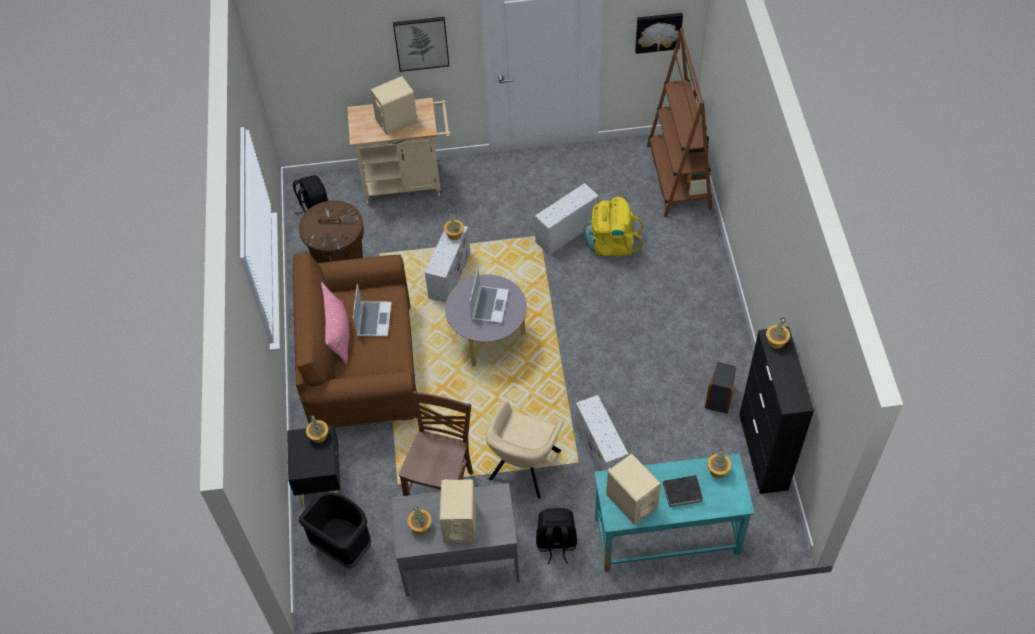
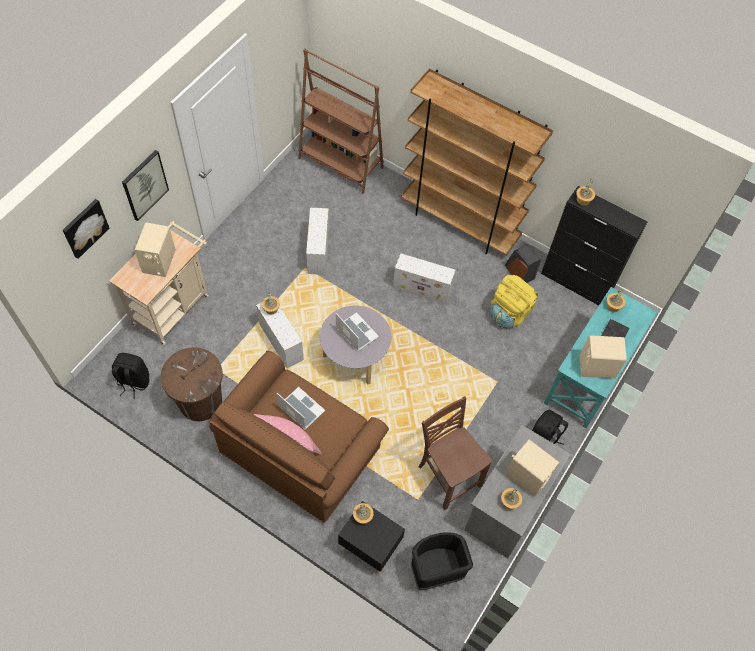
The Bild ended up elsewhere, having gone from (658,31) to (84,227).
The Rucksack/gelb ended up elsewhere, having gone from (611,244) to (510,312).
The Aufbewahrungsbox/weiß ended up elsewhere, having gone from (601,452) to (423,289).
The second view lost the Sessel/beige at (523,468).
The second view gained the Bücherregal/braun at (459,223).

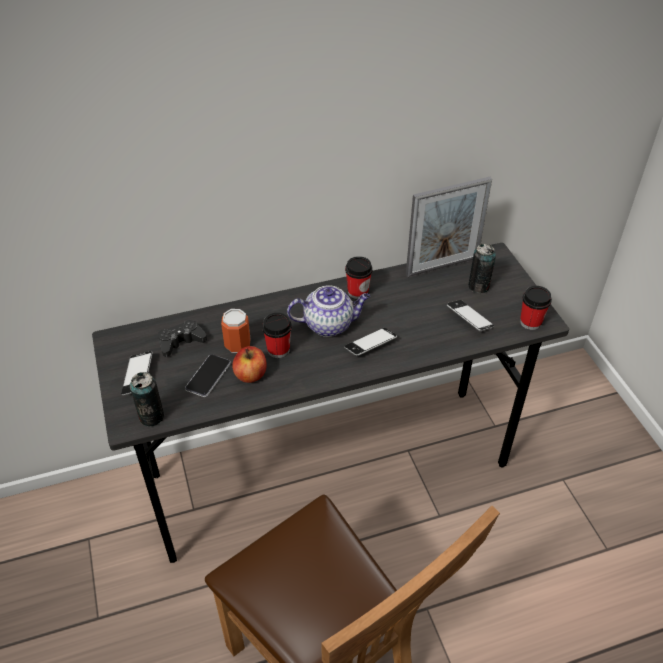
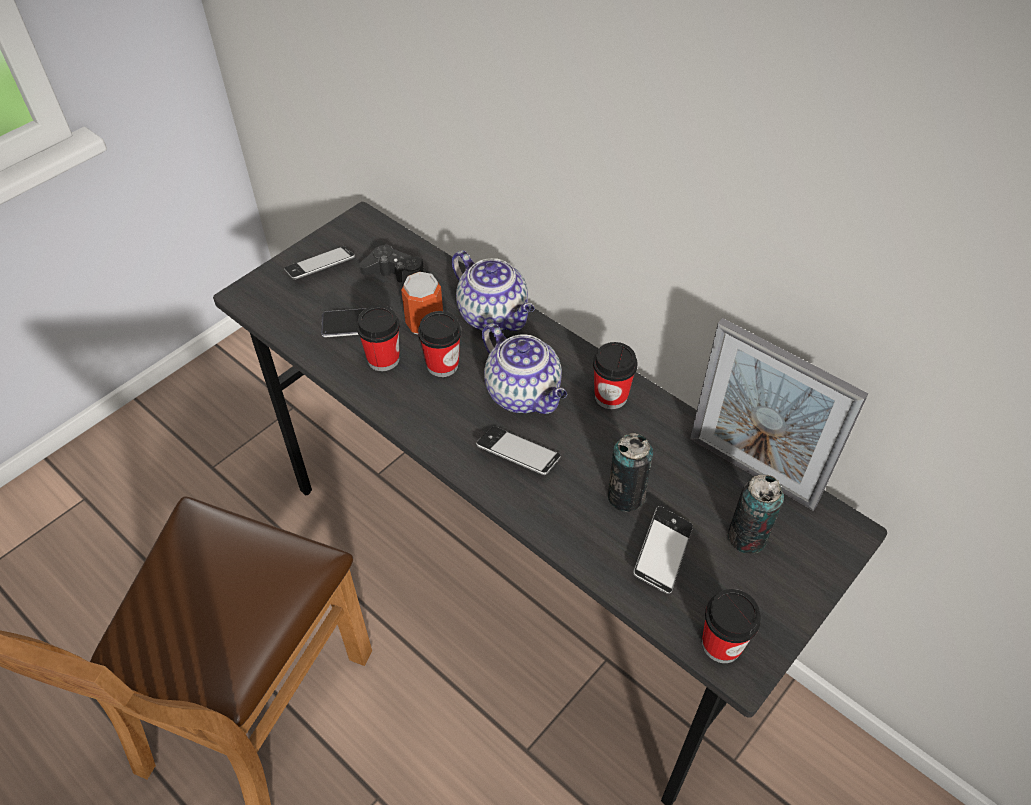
Where the Apfel stood at (251,375), the Tasse came to stand at (383,359).
The Dose ended up elsewhere, having gone from (151,416) to (626,496).
The second view gained the Teekanne at (494,316).

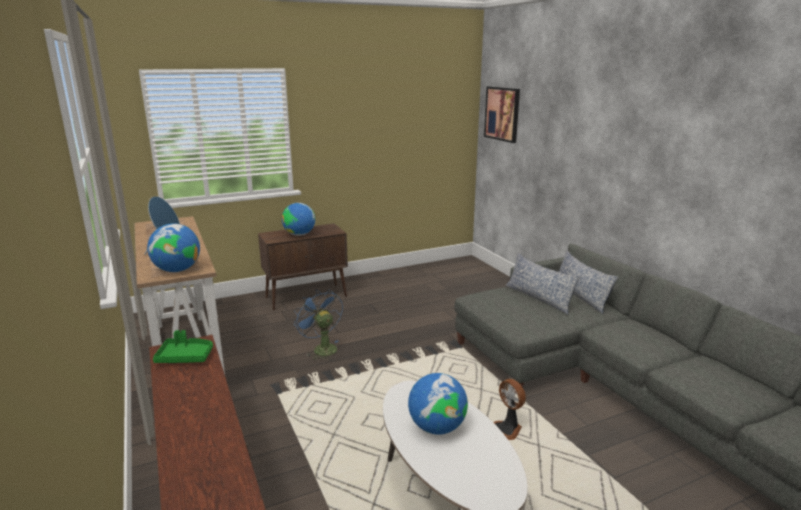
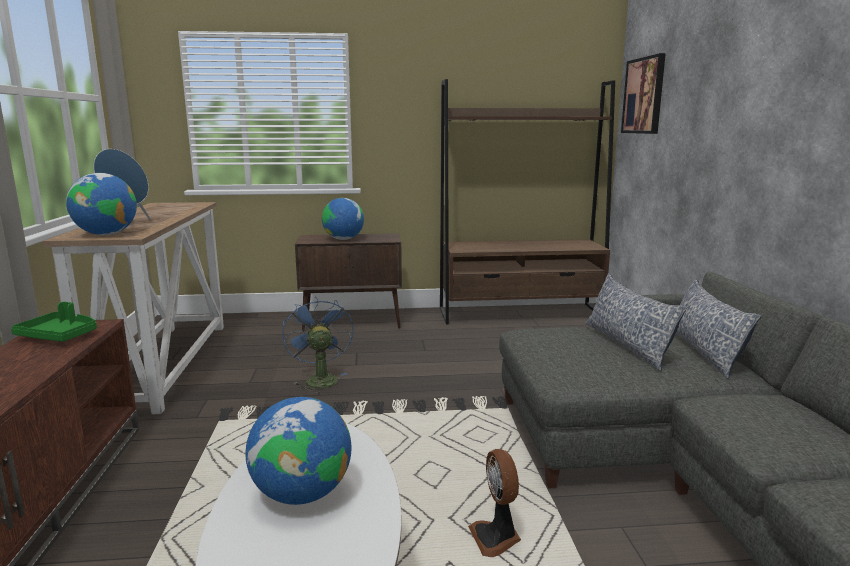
The second view gained the Bücherregal/braun at (521,314).

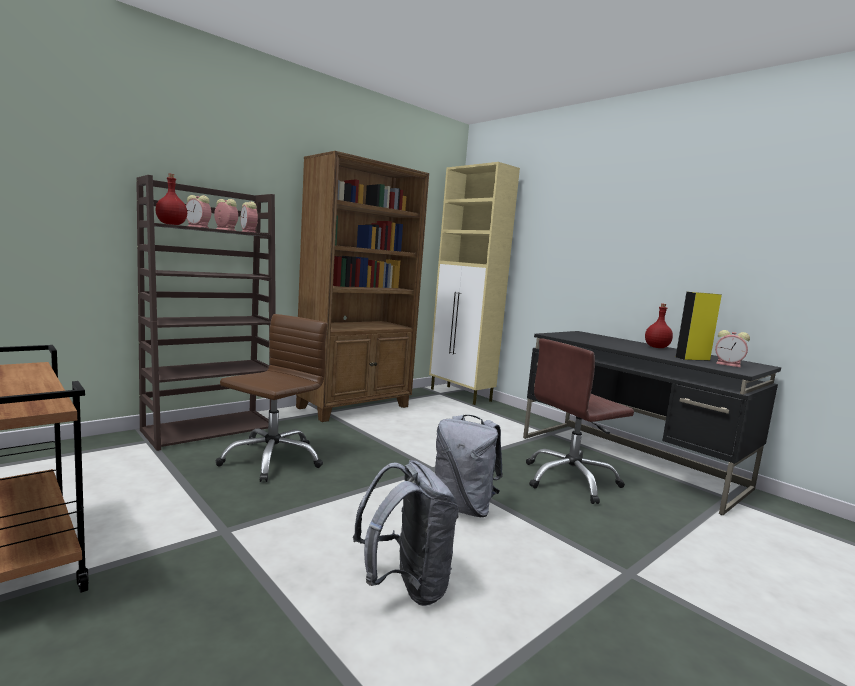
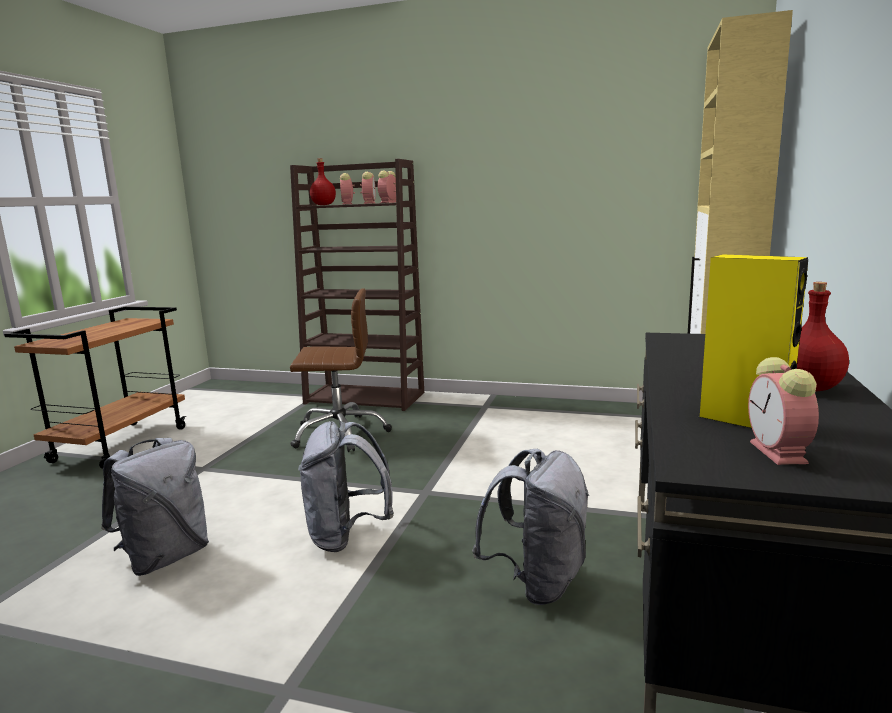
The second view lost the Bücherregal/braun at (355,407).
Where the Bürostuhl/braun stood at (570,480), the Rucksack/grau came to stand at (537,582).

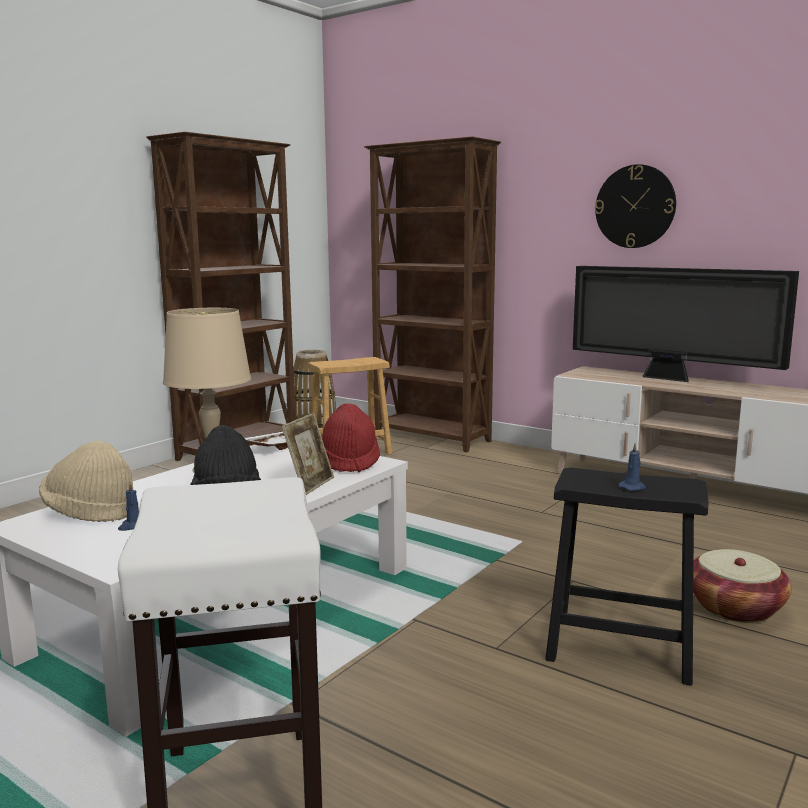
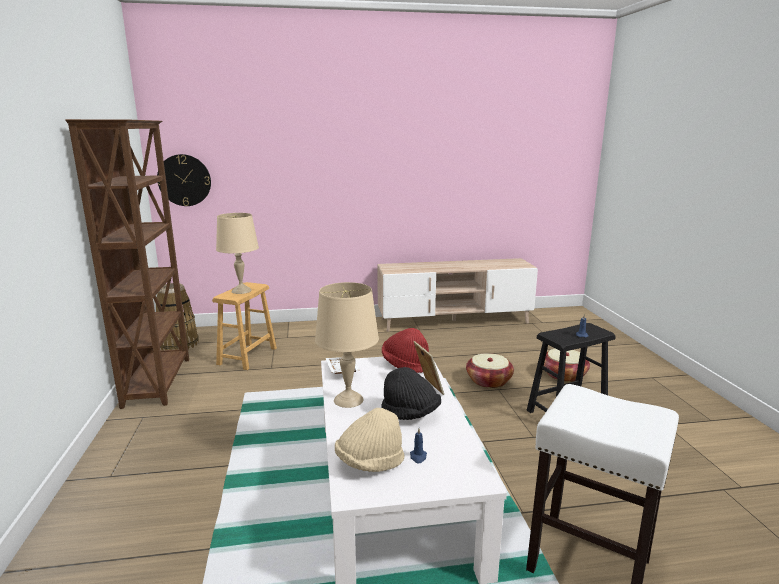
The second view lost the Bücherregal/braun at (432,438).
The Wanduhr ended up elsewhere, having gone from (635,206) to (184,180).
The second view lost the Fernseher at (670,379).
The second view gained the Tischlampe/beige at (241,290).
The second view gained the Korb at (489,381).

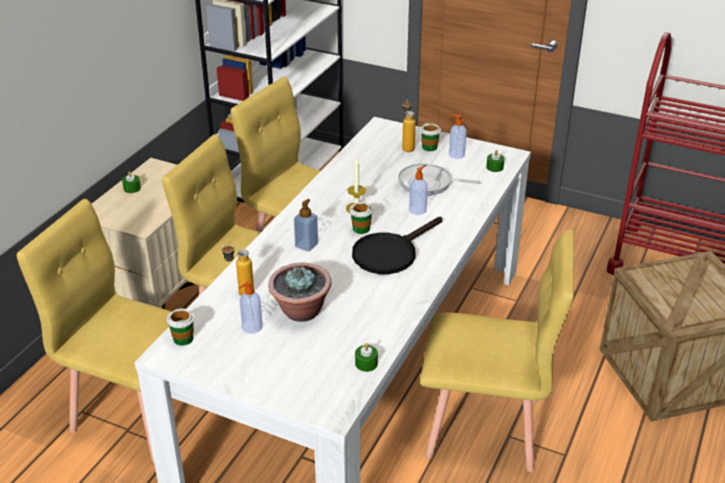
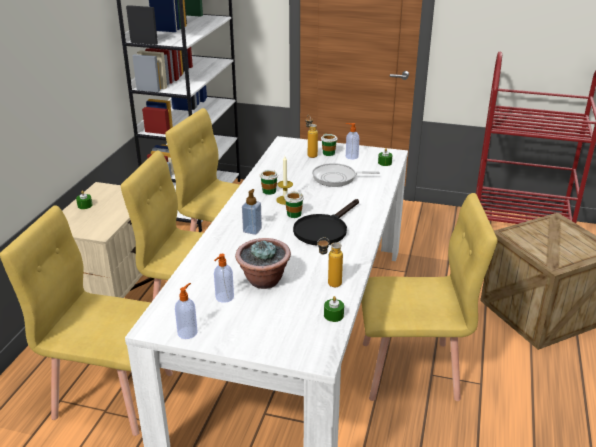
The Seifenspender ended up elsewhere, having gone from (418,210) to (188,332).
The Flasche ended up elsewhere, having gone from (240,293) to (329,284).
The Tasse ended up elsewhere, having gone from (183,339) to (269,191).

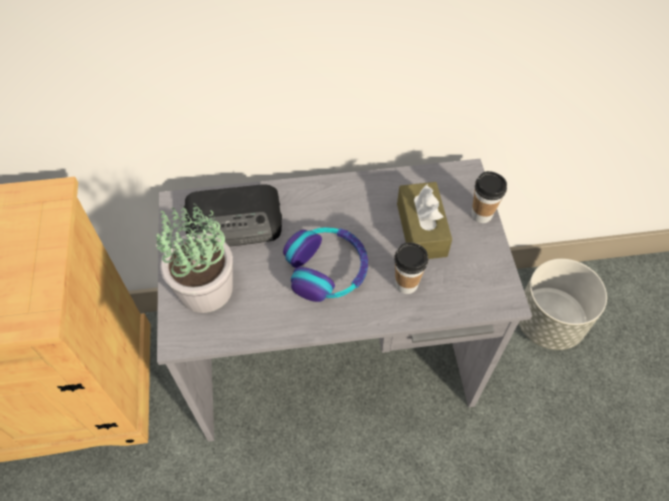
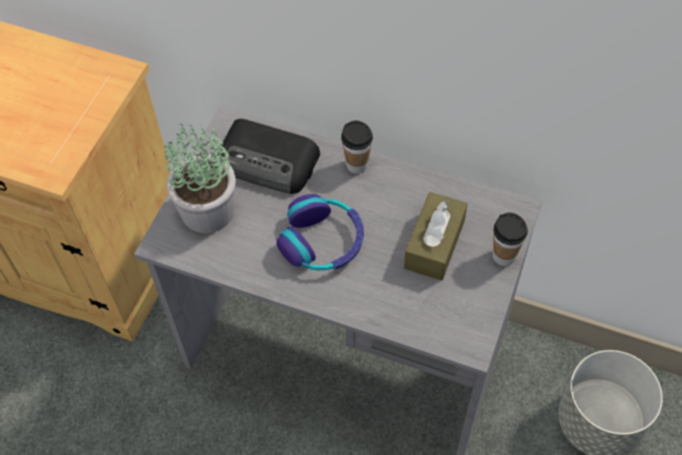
The Tasse ended up elsewhere, having gone from (406,284) to (357,165).

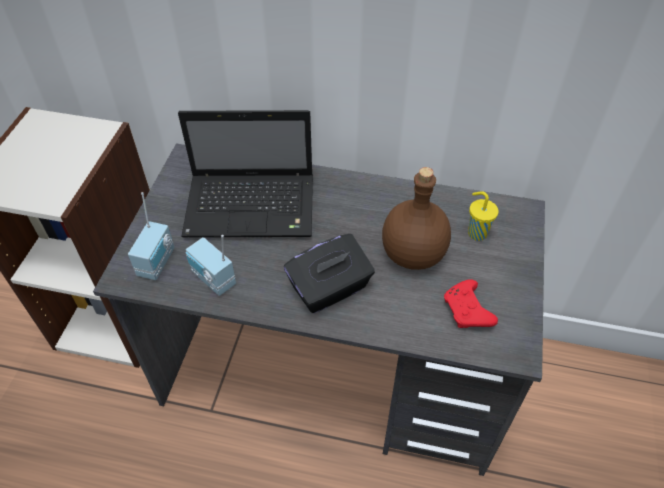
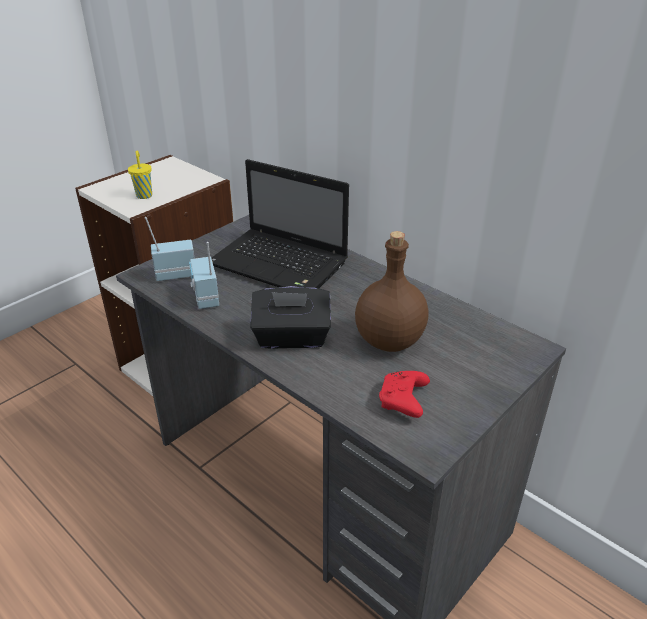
The Tasse/gelb ended up elsewhere, having gone from (476,233) to (144,195).
The Radio at (158,263) ended up facing another way, 150 degrees counterclockwise from before.

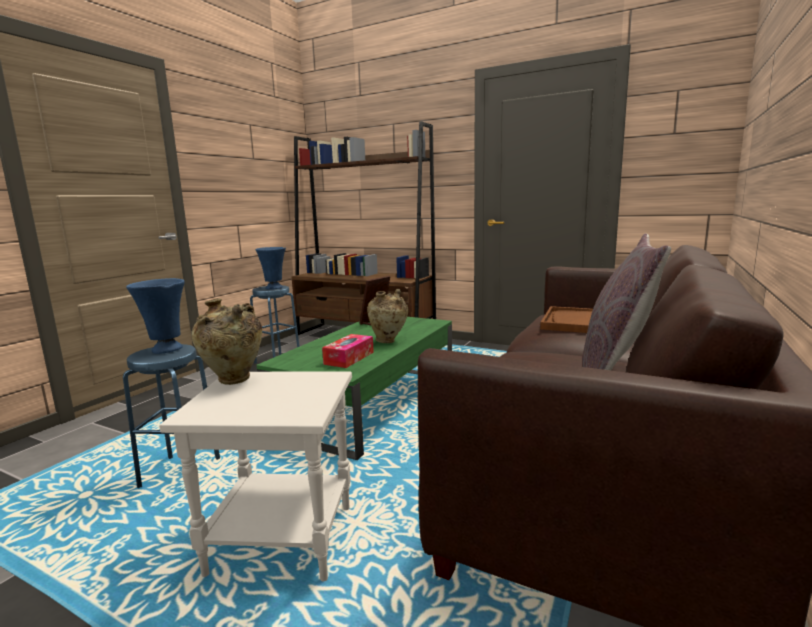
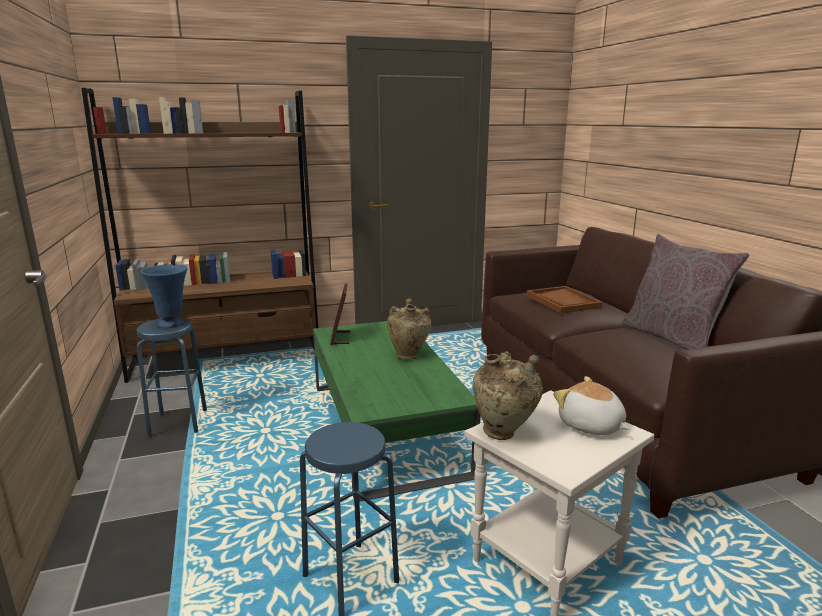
The second view lost the Vase/blau at (166,350).
The second view lost the Taschentuchbox at (349,358).
The second view gained the Plüschtier at (590,426).

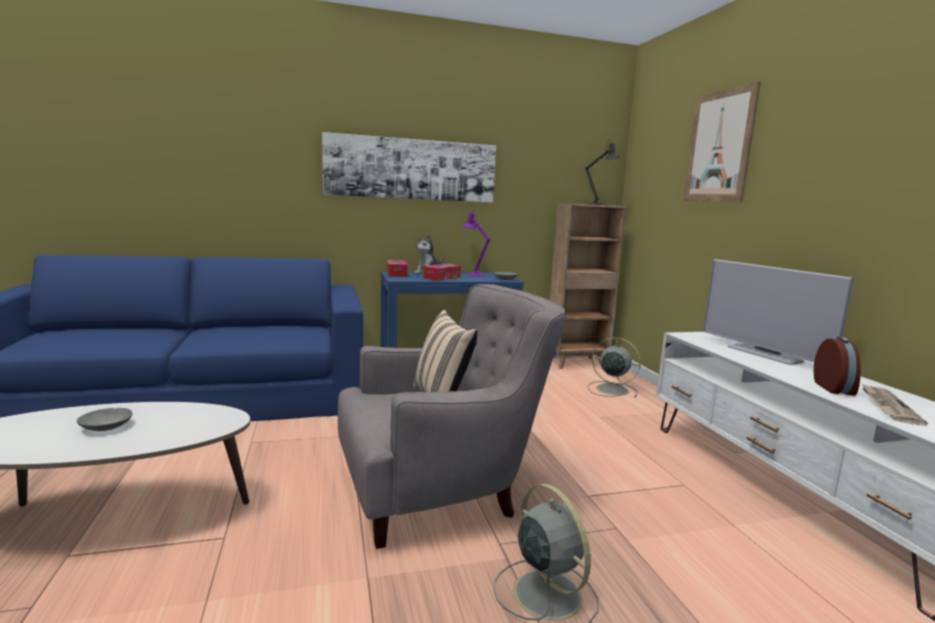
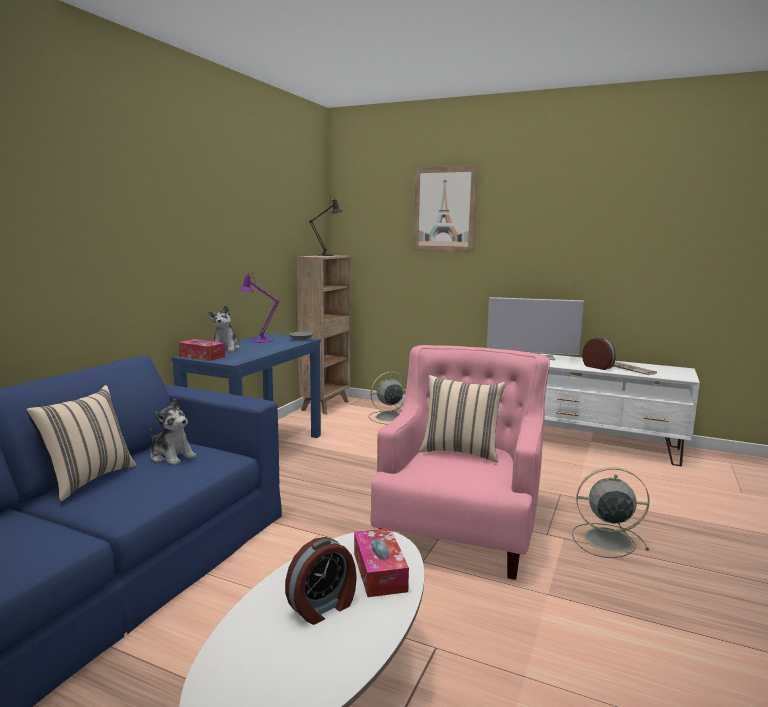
The second view lost the Bild at (411,169).
The Taschentuchbox ended up elsewhere, having gone from (441,278) to (379,572).
What was the Sessel/grau at (442,489) turned into the Sessel/rosa at (461,528).
Where the Schüssel/grau stood at (107,427), the Wecker came to stand at (323,607).
The second view gained the Kissen/beige at (87,479).
The second view gained the Plüschtier at (172,456).

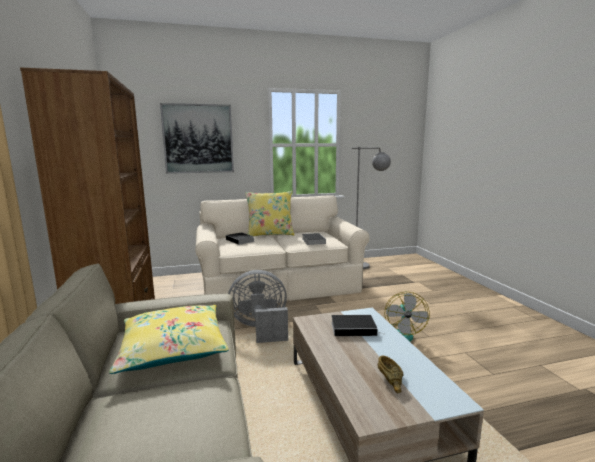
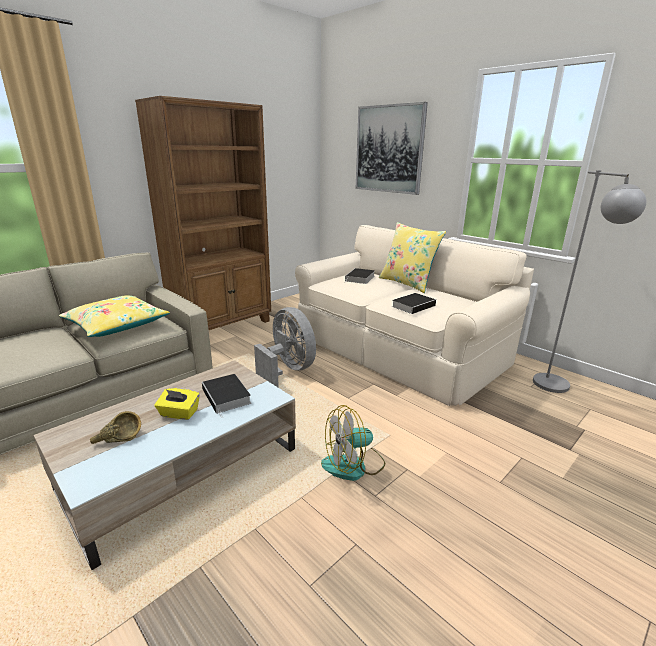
The second view gained the Taschentuchbox/gelb at (179,413).

